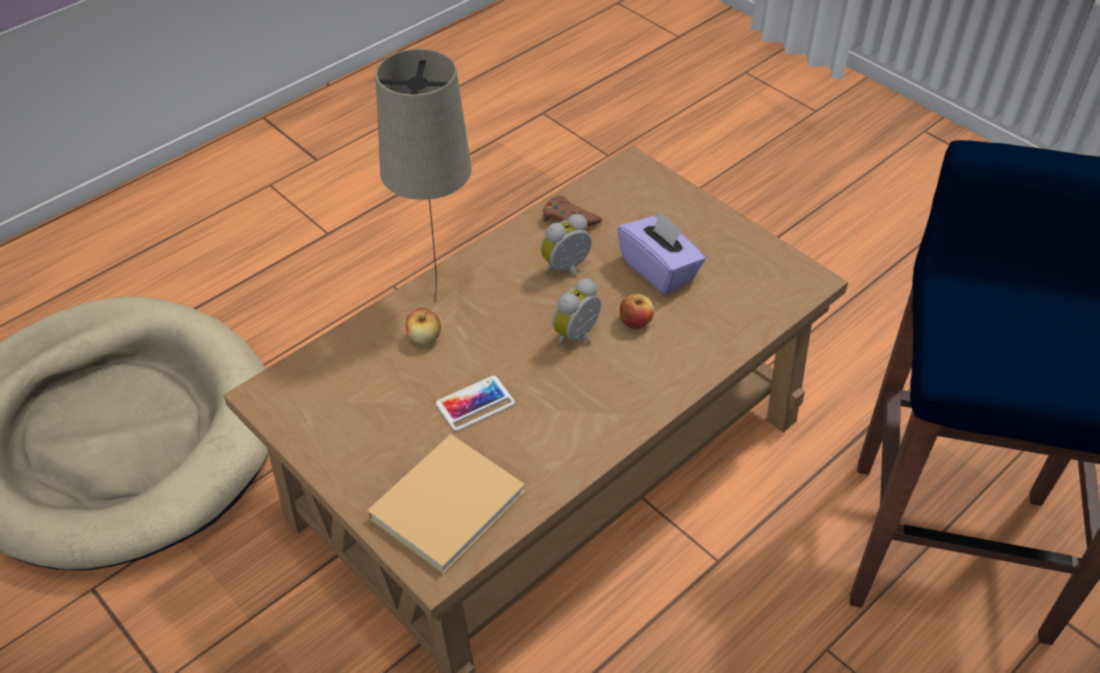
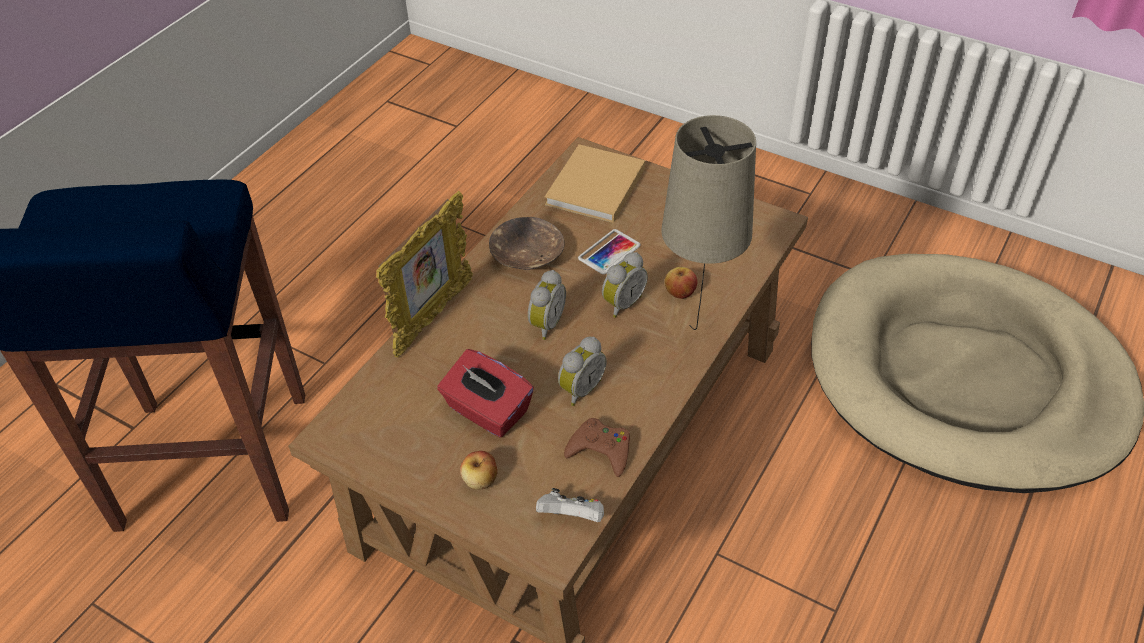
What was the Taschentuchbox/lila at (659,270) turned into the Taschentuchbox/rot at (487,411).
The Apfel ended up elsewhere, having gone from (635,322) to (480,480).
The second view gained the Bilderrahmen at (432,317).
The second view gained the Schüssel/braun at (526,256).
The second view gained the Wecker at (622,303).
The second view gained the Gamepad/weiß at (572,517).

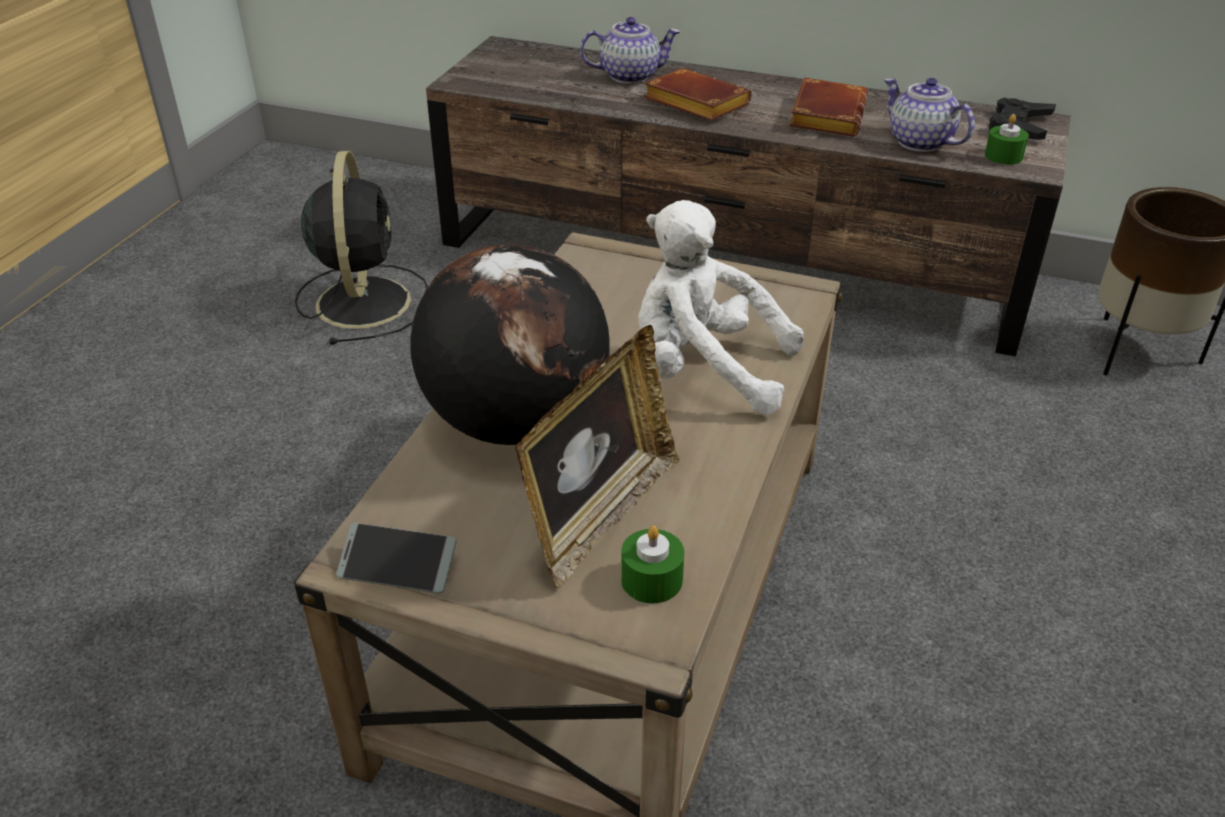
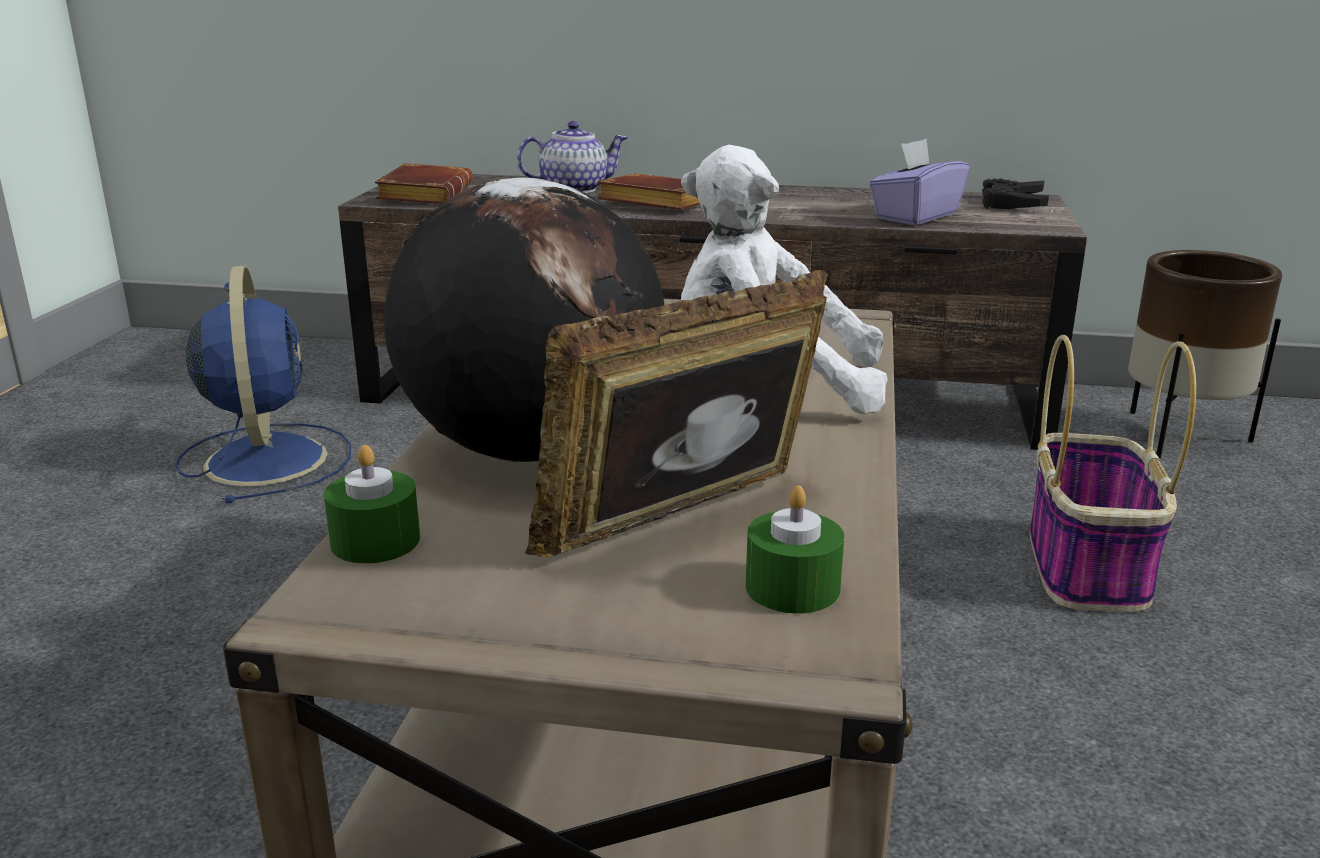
The Buch/braun ended up elsewhere, having gone from (824,115) to (423,194).
Where the Teekanne stood at (919,142), the Taschentuchbox/lila came to stand at (915,216).
The Kerze/grün ended up elsewhere, having gone from (1003,156) to (375,541).
What was the Ventilator/schwarz at (364,300) turned into the Ventilator/blau at (266,458).
The Bilderrahmen at (600,515) ended up facing another way, 150 degrees counterclockwise from before.
The second view lost the Handy at (398,567).
The second view gained the Korb at (1088,567).

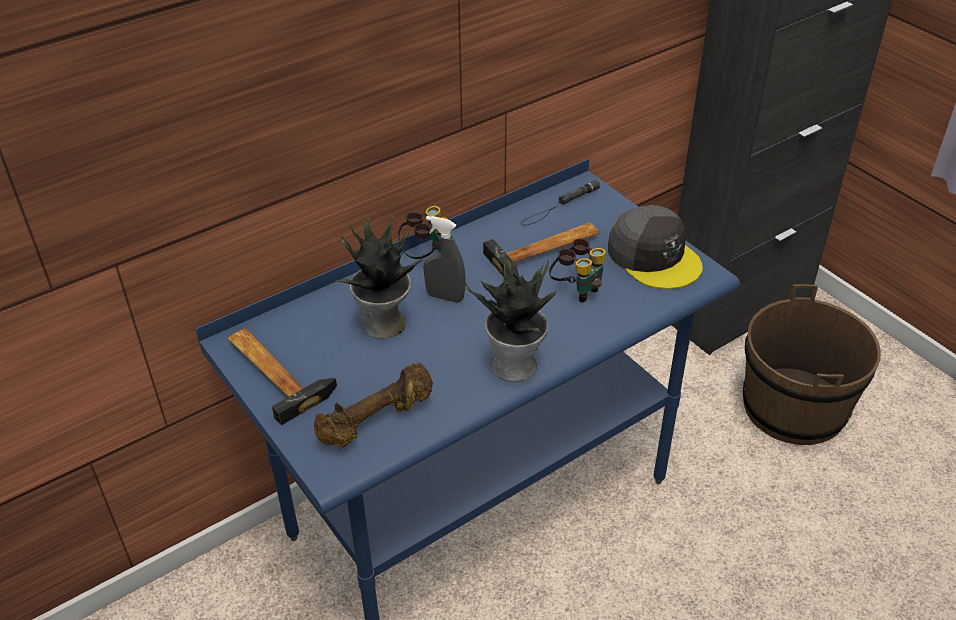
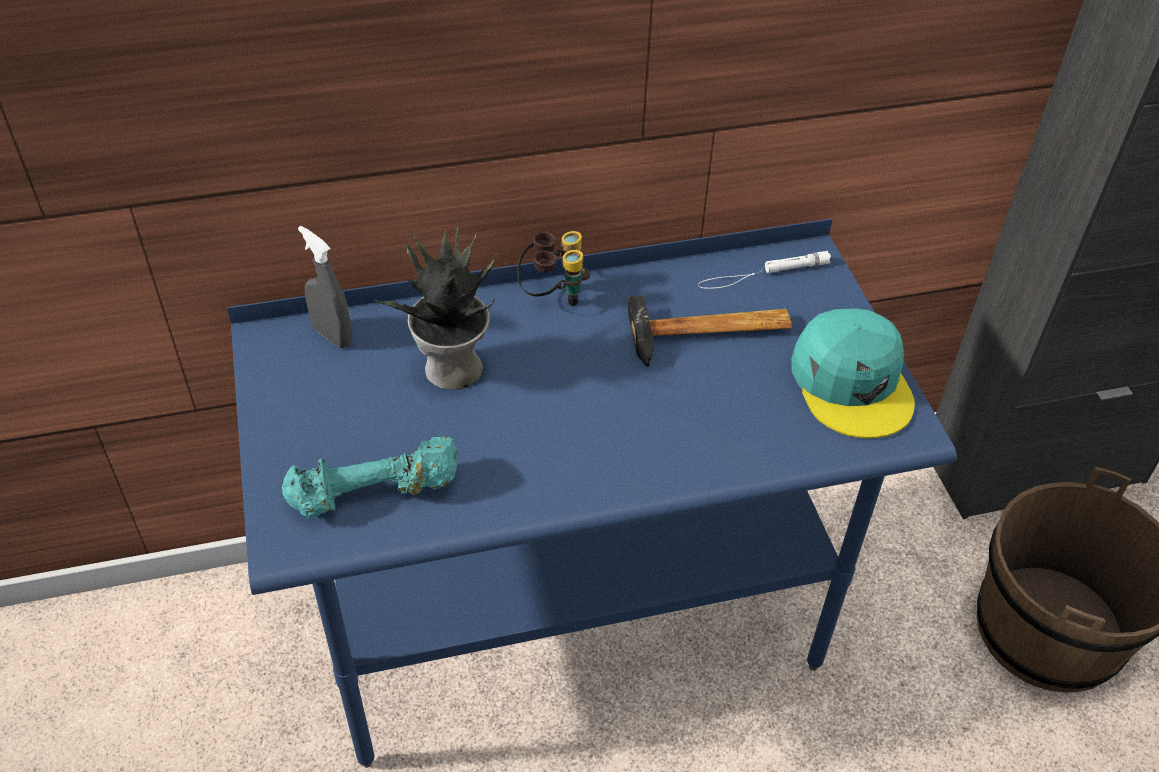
What was the Taschenlampe/schwarz at (560,206) turned into the Taschenlampe/weiß at (763,274).
What was the Kappe/grau at (654,257) turned into the Kappe/türkis at (852,383).
The Sprühflasche/grau ended up elsewhere, having gone from (445,297) to (332,336).
The second view lost the Fernglas at (576,289).
The second view lost the Topfpflanze at (516,366).
The second view lost the Hammer at (275,371).
What was the Hantel/braun at (377,420) turned into the Hantel/türkis at (375,494).

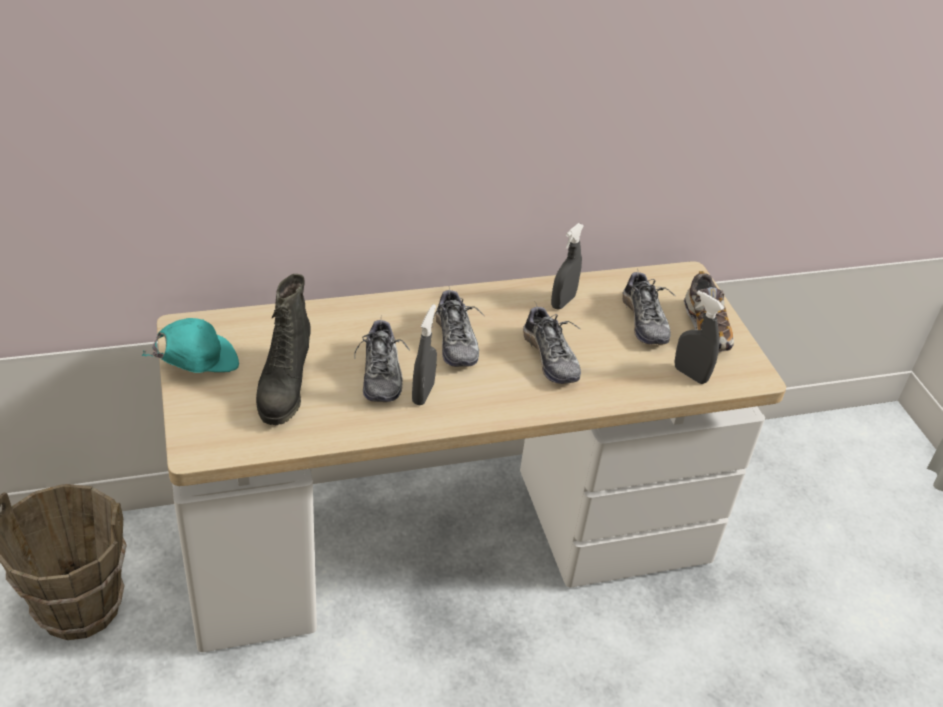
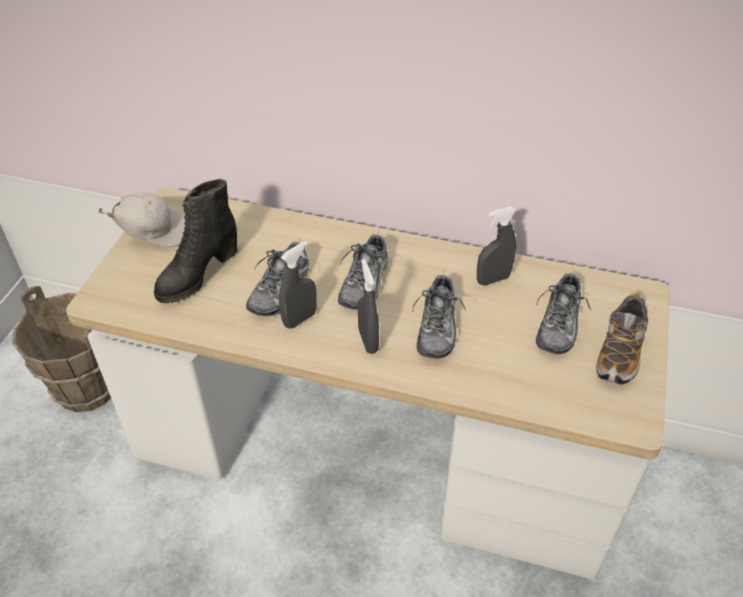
The Sprühflasche/grau ended up elsewhere, having gone from (690,374) to (368,341).
What was the Kappe/türkis at (197,365) turned into the Kappe/weiß at (153,233).

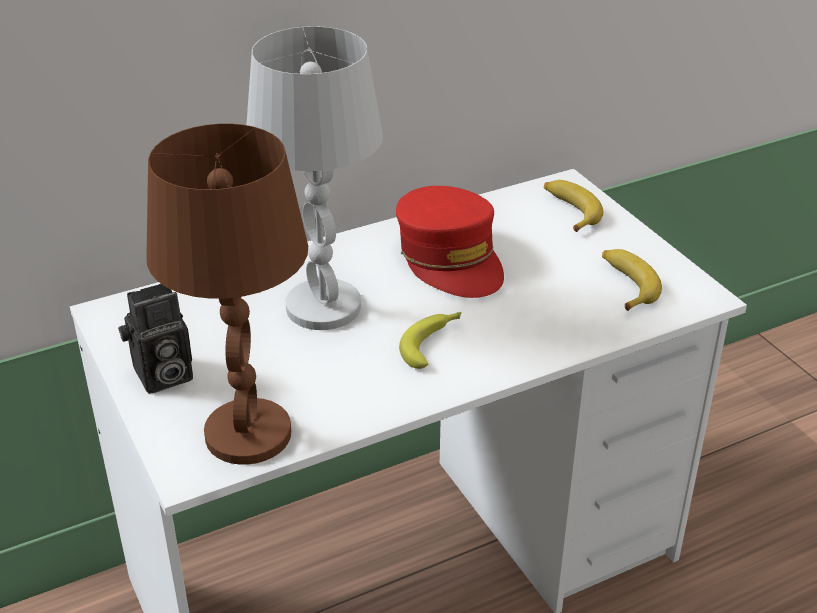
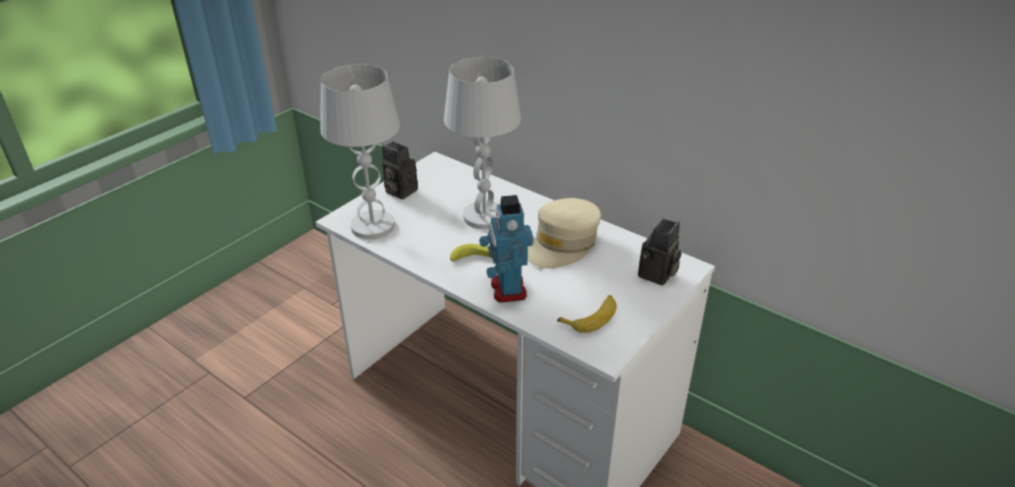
What was the Tischlampe/braun at (247,433) turned into the Tischlampe/weiß at (373,226).
Where the Banane stood at (569,211), the Kamera came to stand at (657,276).
What was the Kappe/rot at (451,259) turned into the Kappe/beige at (563,244).
The second view gained the Spielzeugroboter at (507,289).

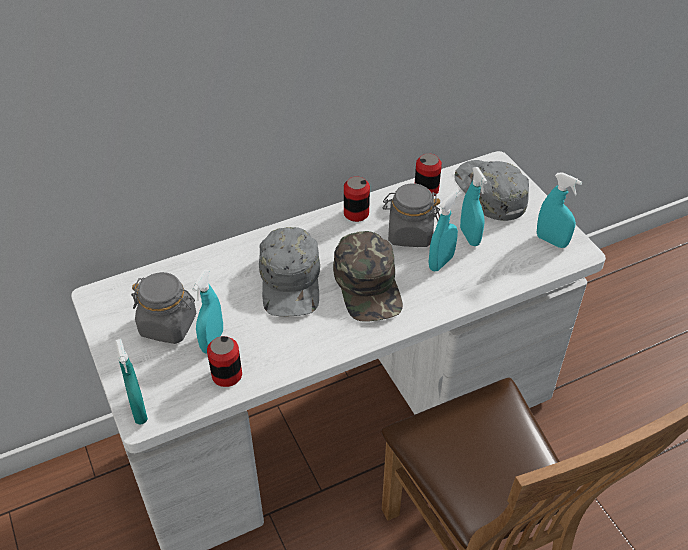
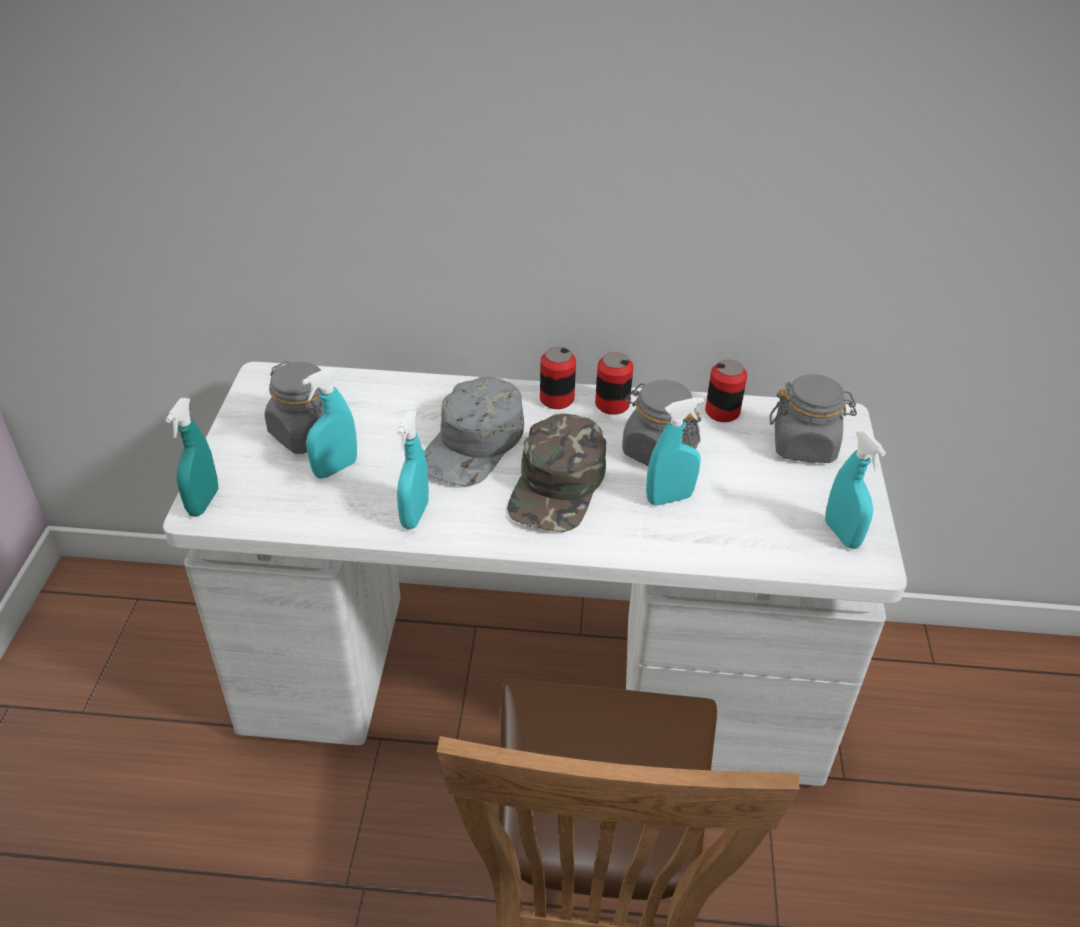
Where the Kappe/grau stood at (489,192), the Vorratsglas/grau came to stand at (804,445).
The Sprühflasche/türkis ended up elsewhere, having gone from (469,237) to (415,515).
The Dose ended up elsewhere, having gone from (227,375) to (556,399).

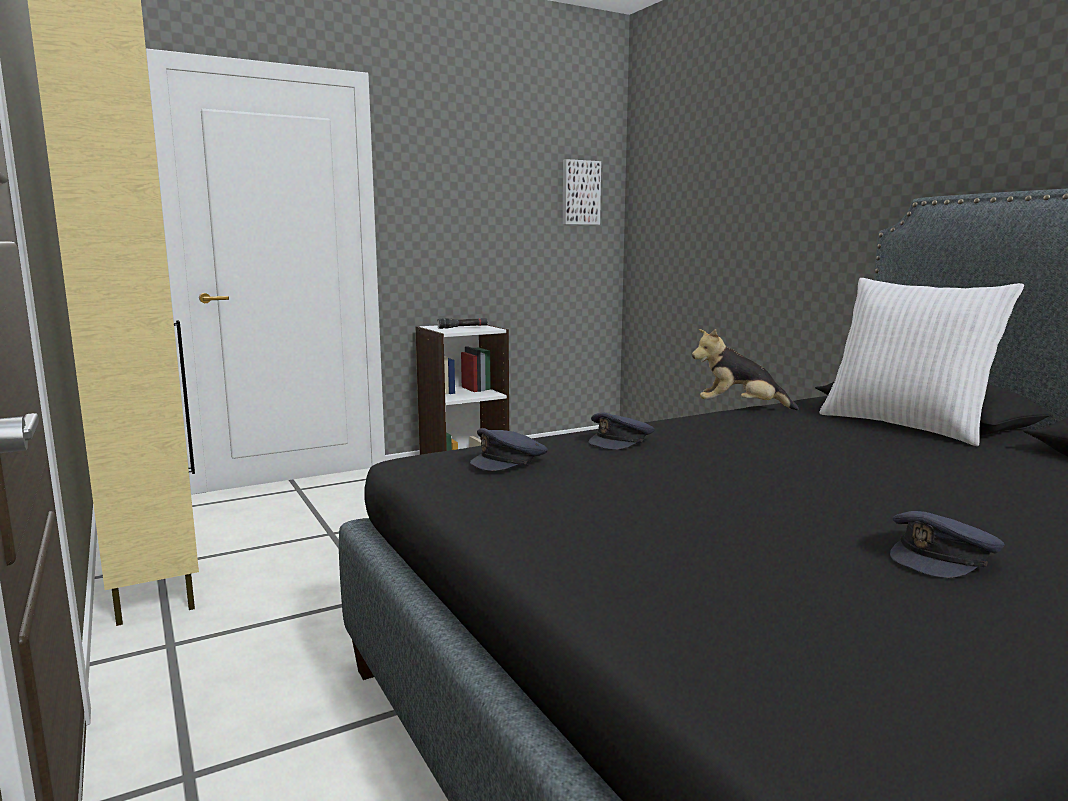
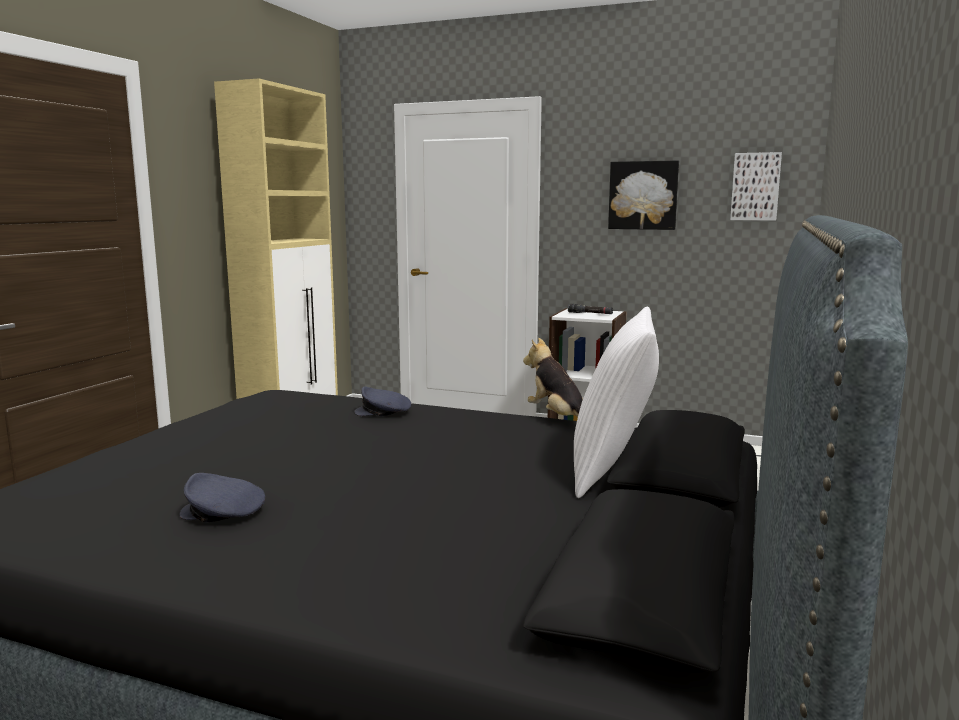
The second view lost the Kappe/grau at (510,461).
The second view gained the Bild at (643,195).

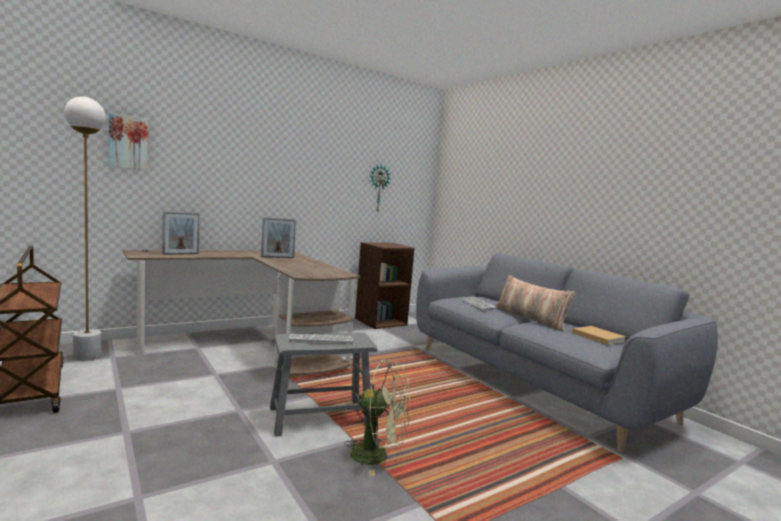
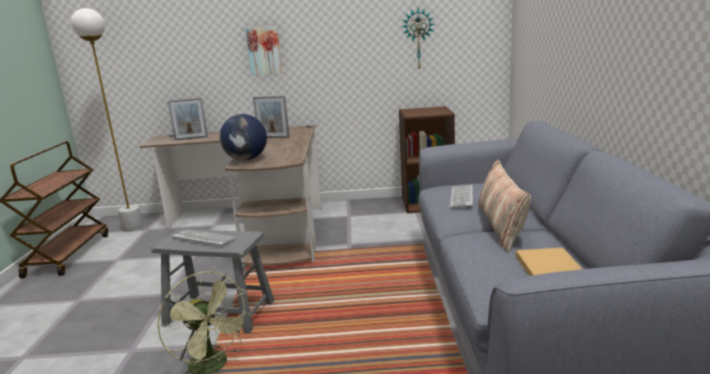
The Bild ended up elsewhere, having gone from (128,142) to (264,51).
The second view gained the Globus at (246,159).

